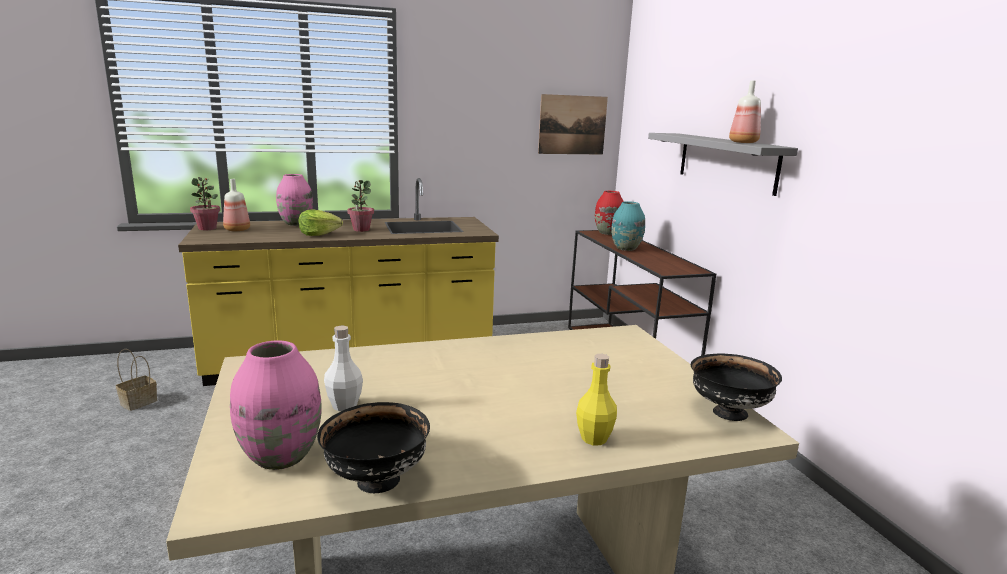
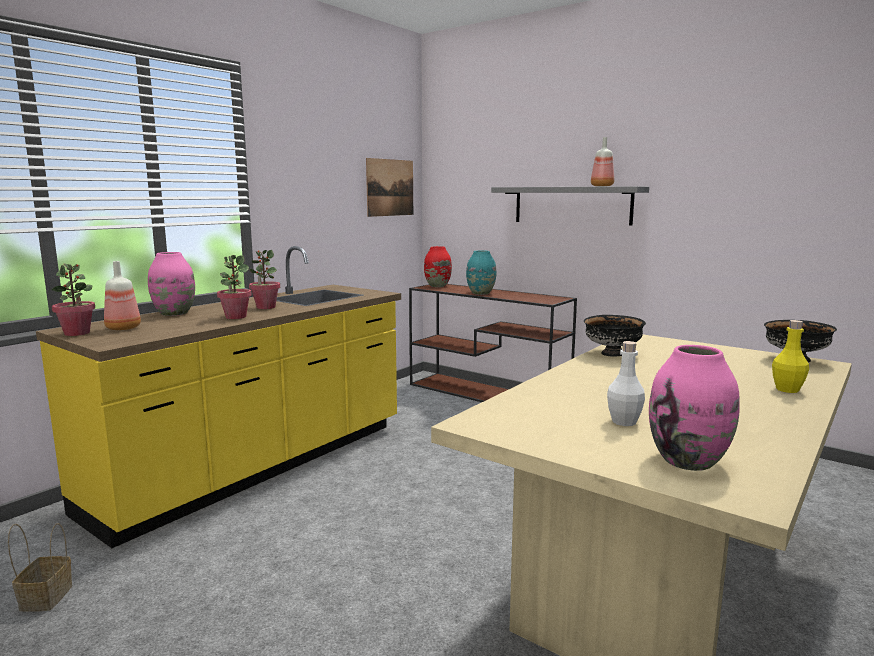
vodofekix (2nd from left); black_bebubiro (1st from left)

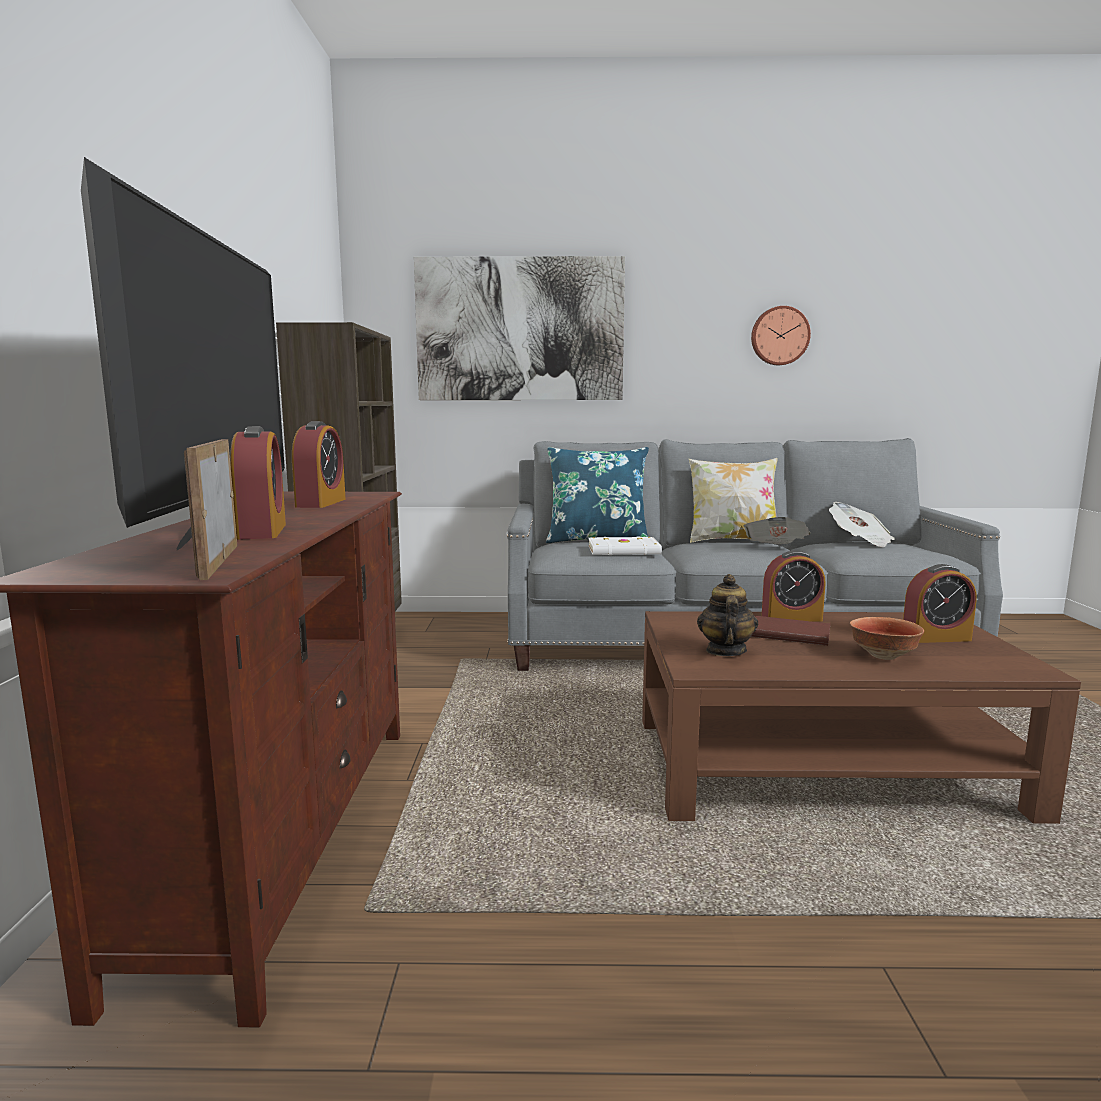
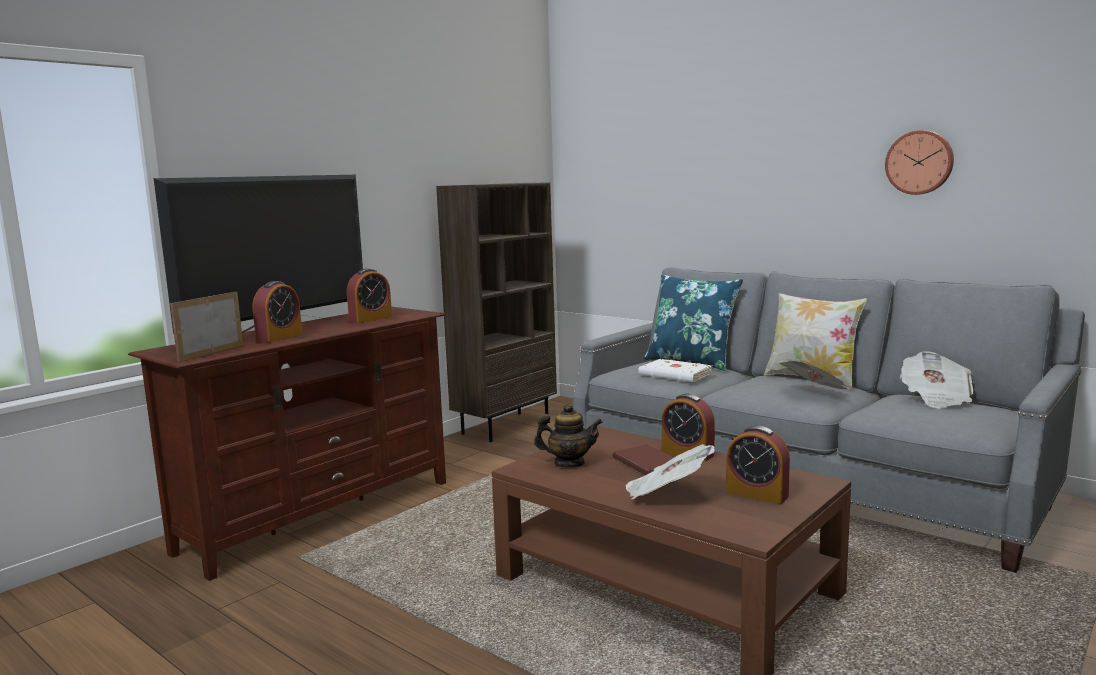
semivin; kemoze; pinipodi (1st from left)

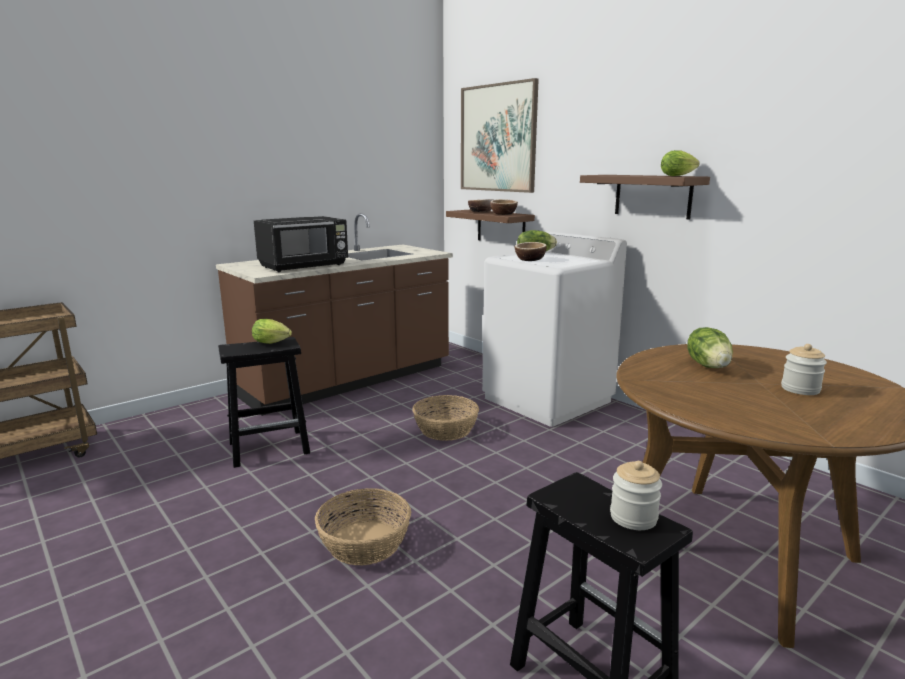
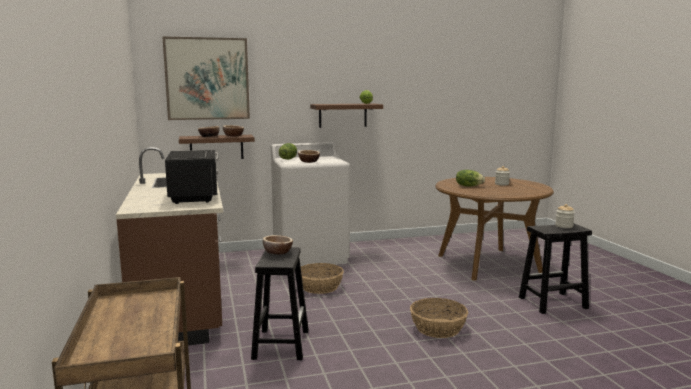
bebubiro (3rd from left)

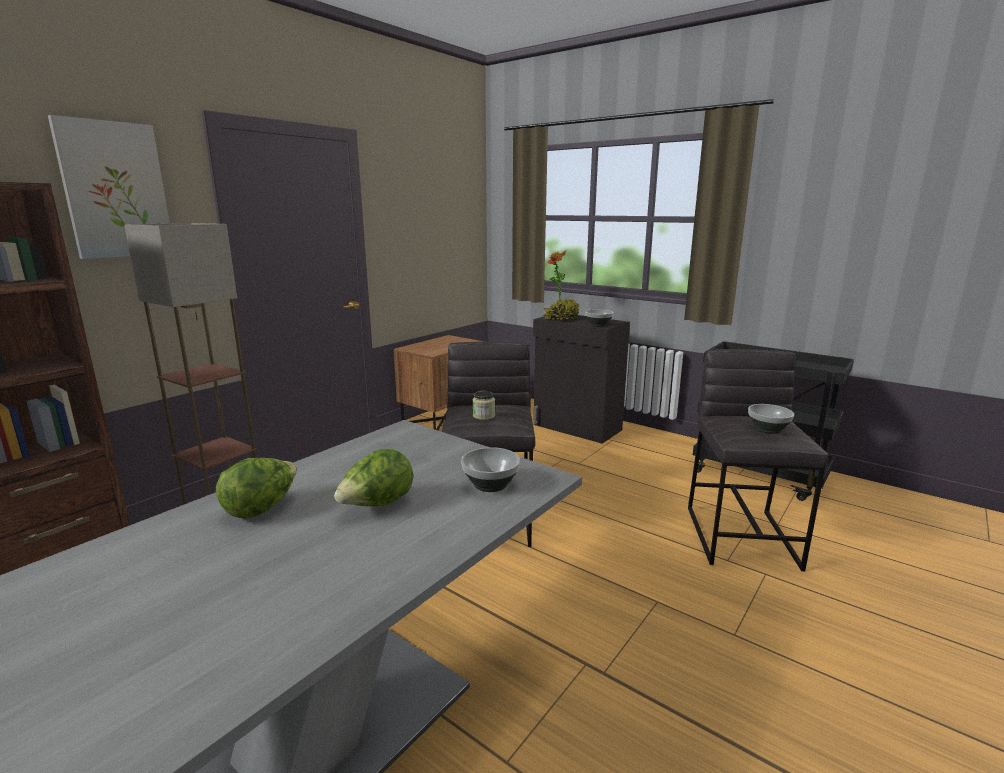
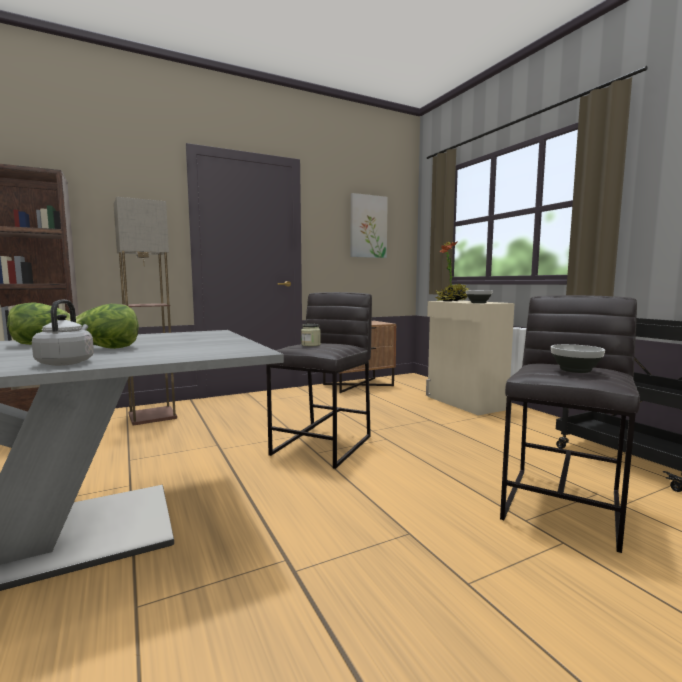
semivin; bebubiro (1st from left in the first image); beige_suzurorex; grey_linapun

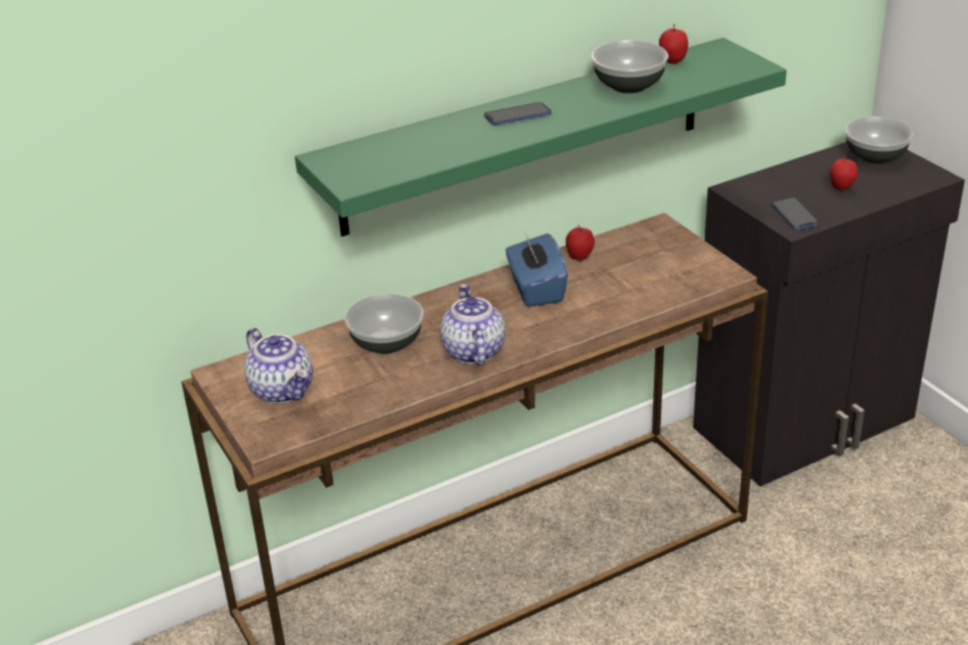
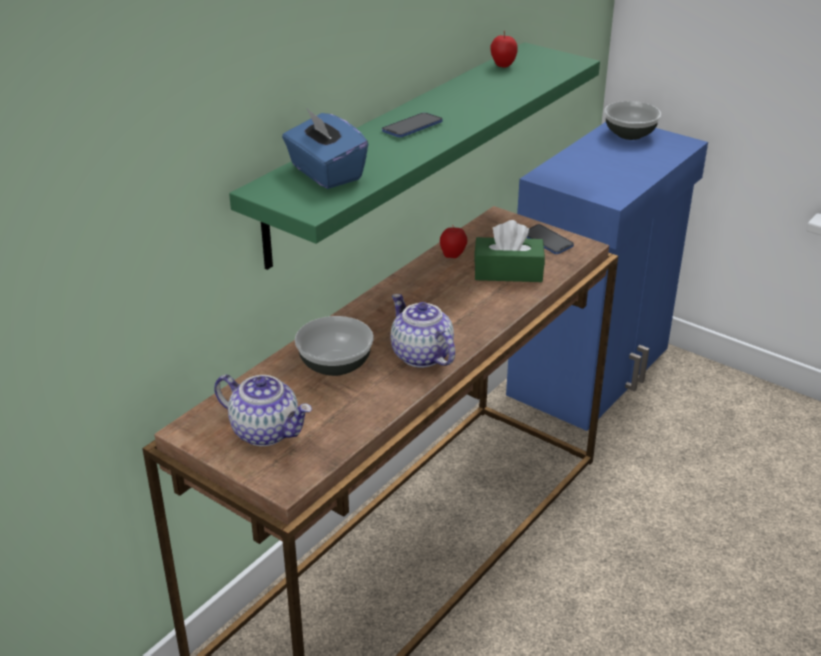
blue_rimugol; bebubiro (2nd from left in the first image); blue_suzurorex; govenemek (2nd from left); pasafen (3rd from left in the first image); green_rimugol

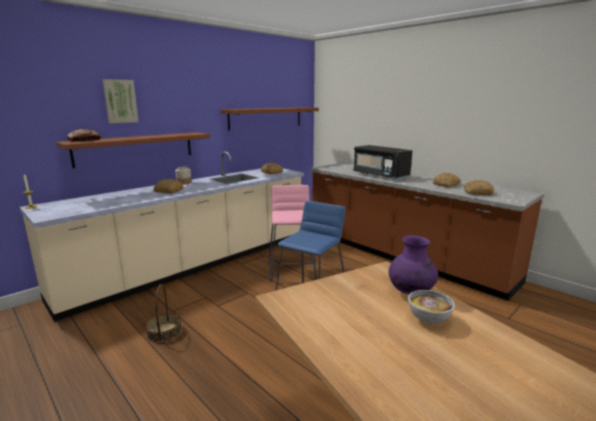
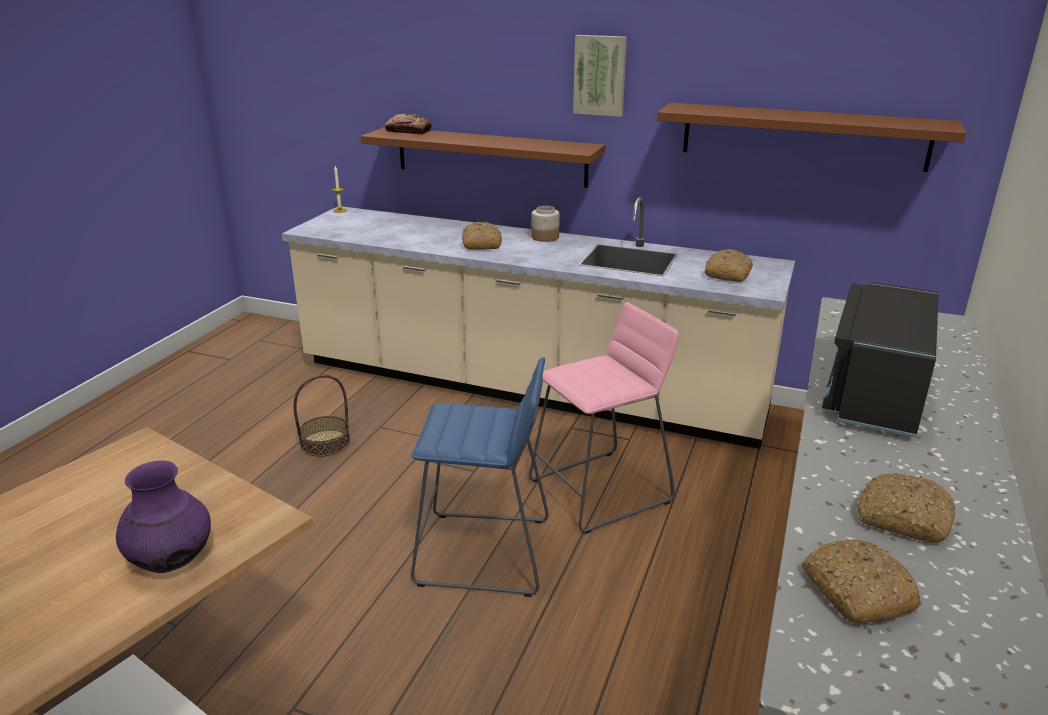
semivin; bebubiro

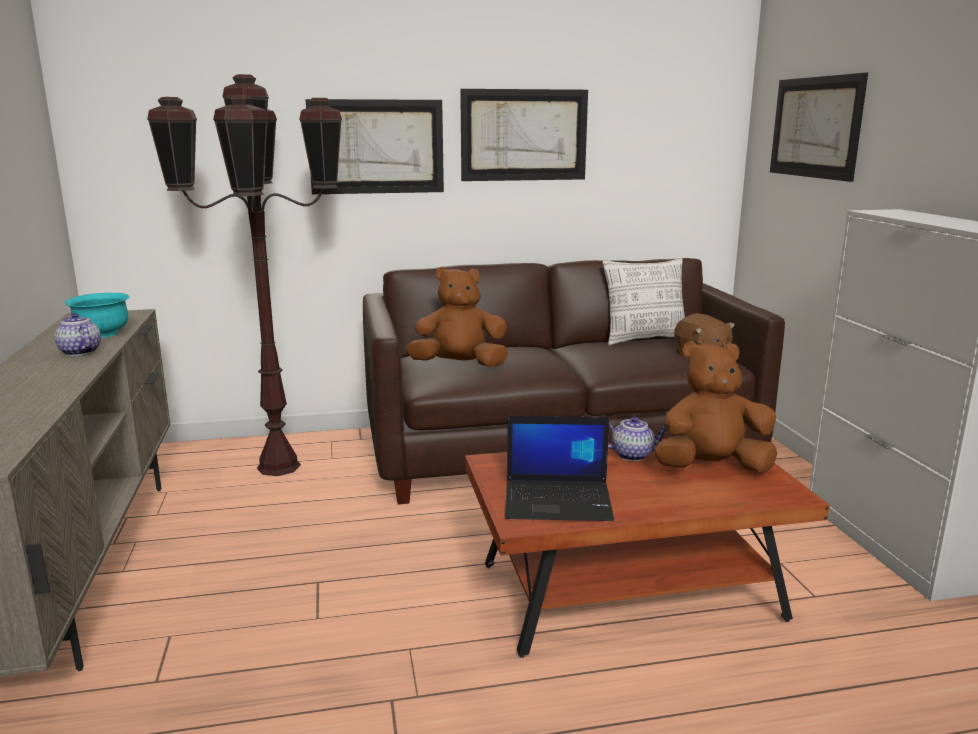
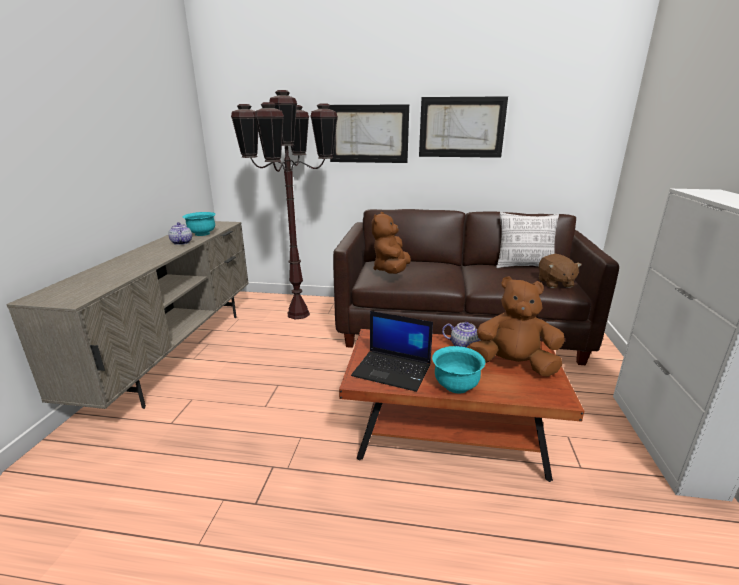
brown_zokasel (1st from left); semivin (3rd from left in the first image); turquoise_bebubiro (2nd from left)

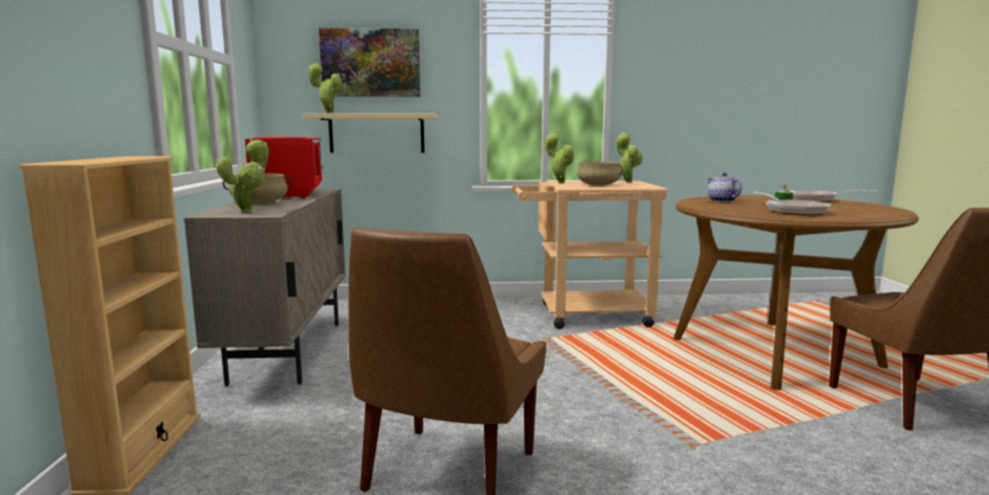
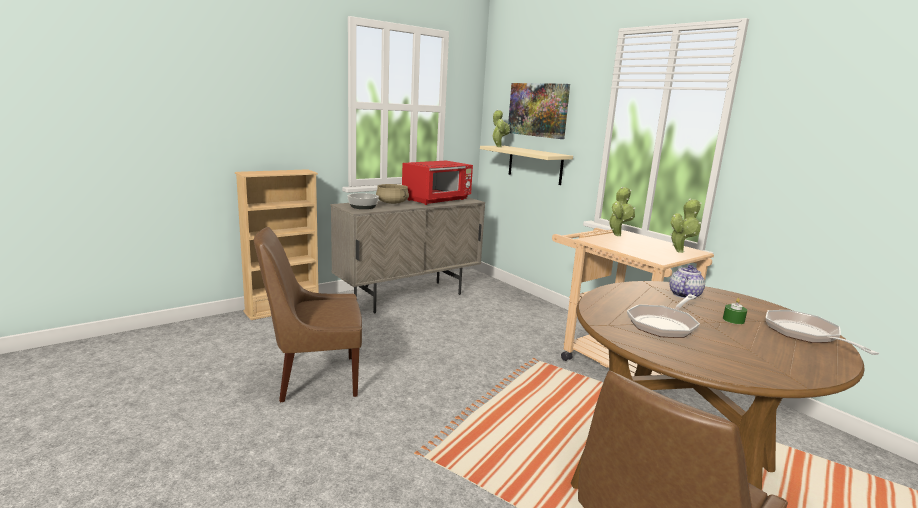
bebubiro; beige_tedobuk (2nd from left in the first image)

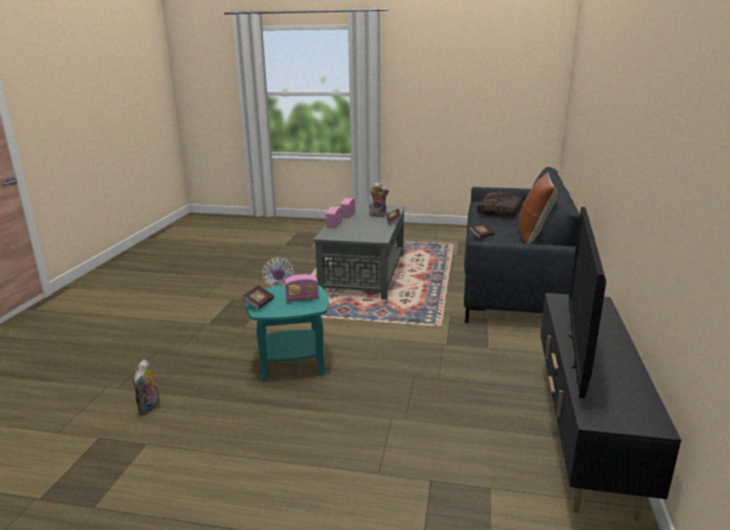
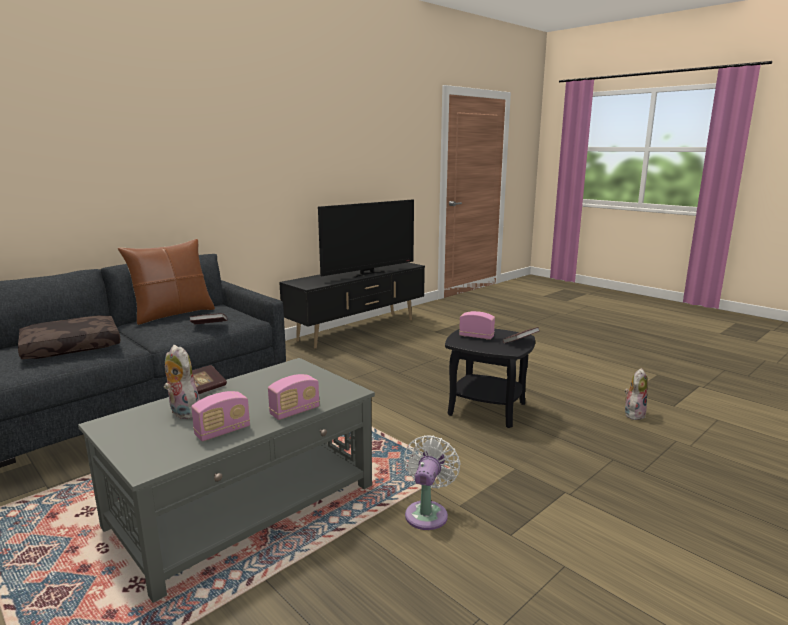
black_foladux

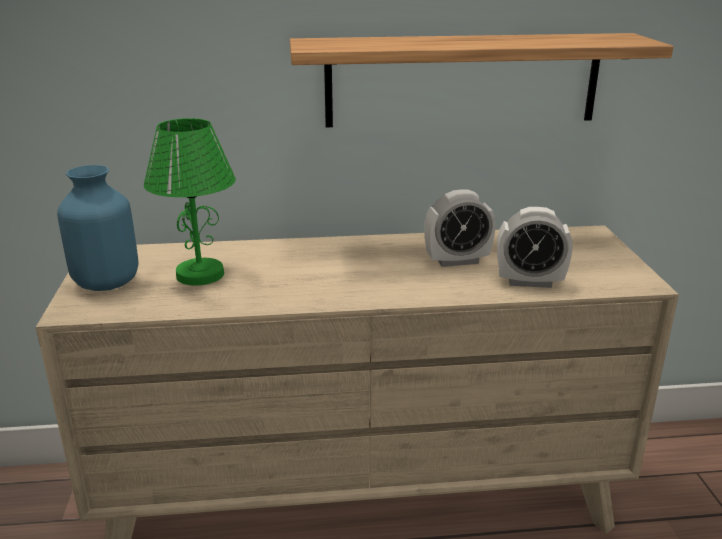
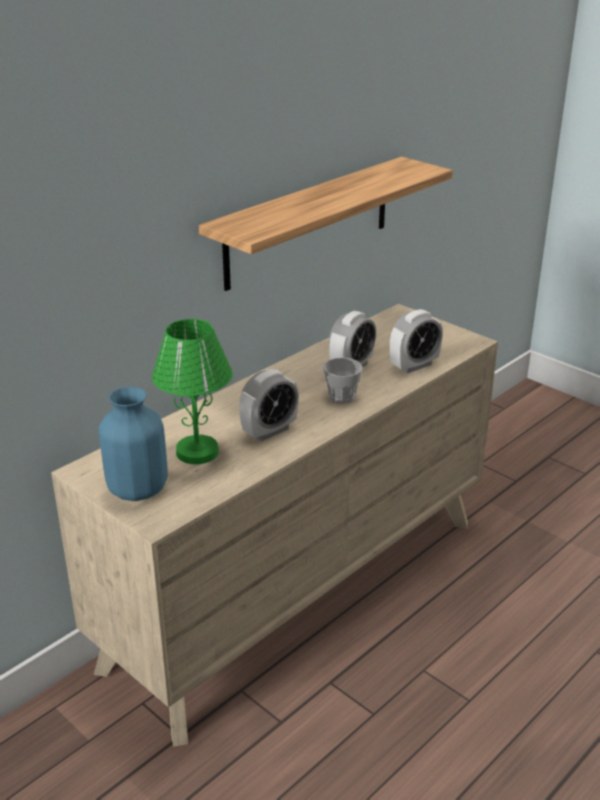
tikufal (1st from left); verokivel

